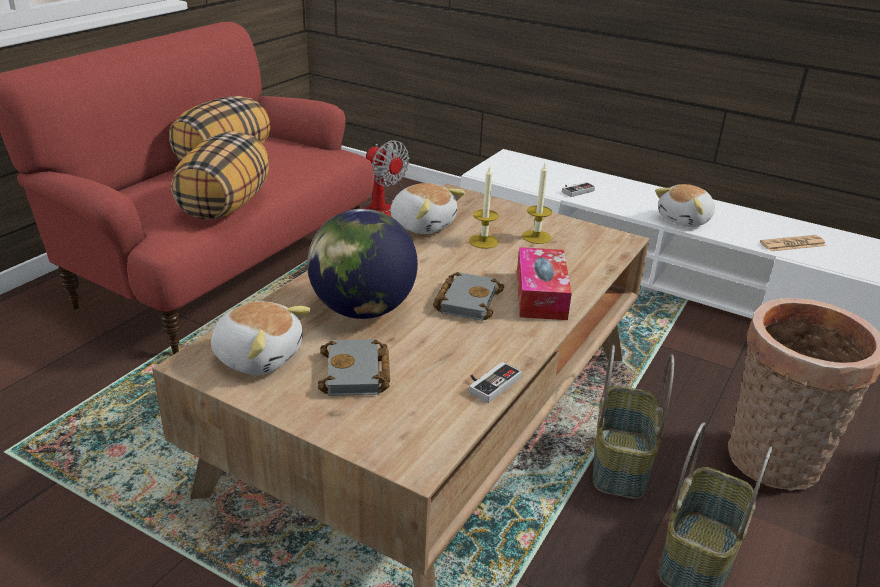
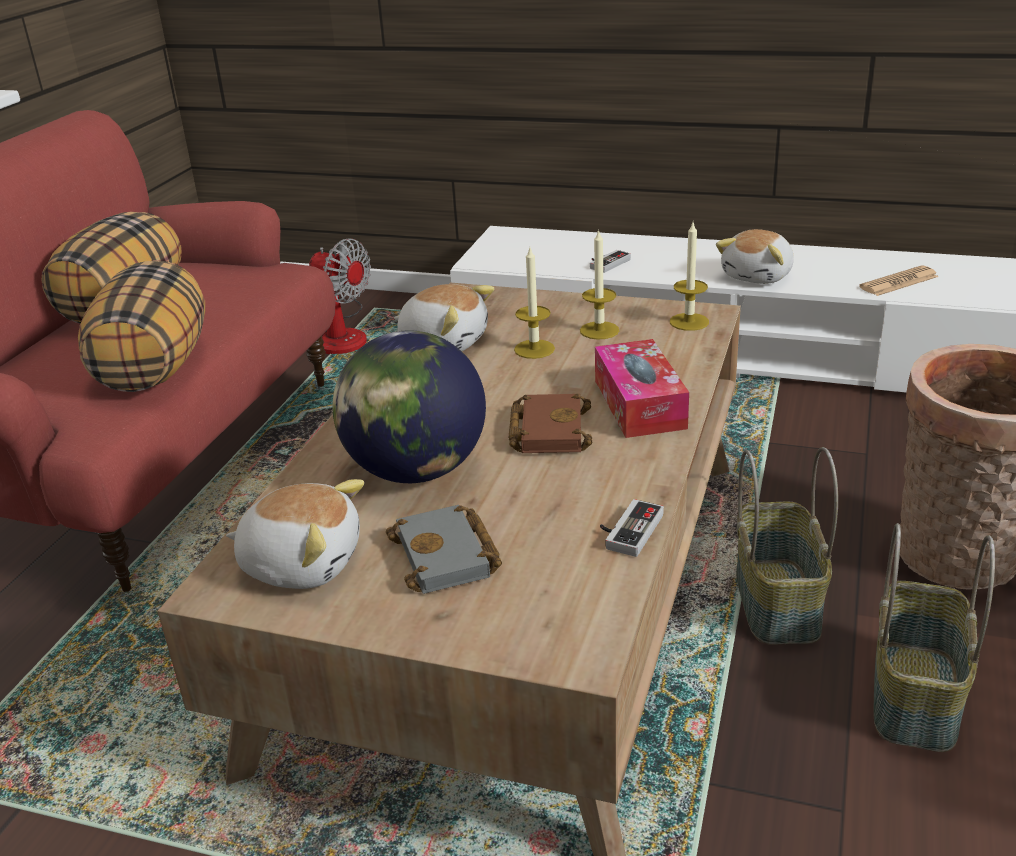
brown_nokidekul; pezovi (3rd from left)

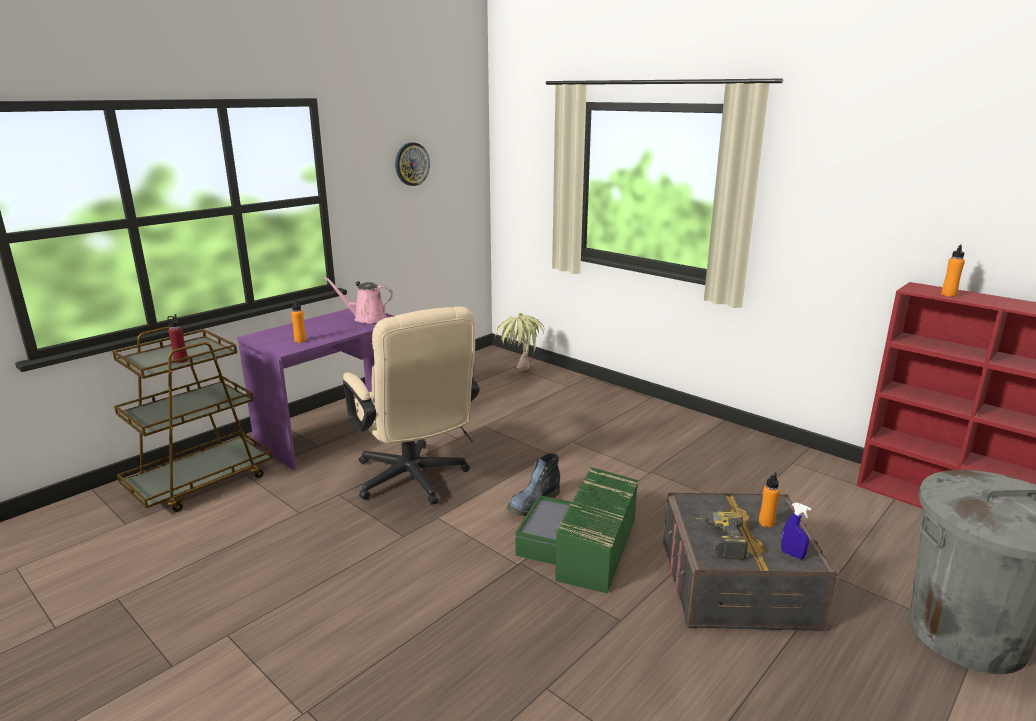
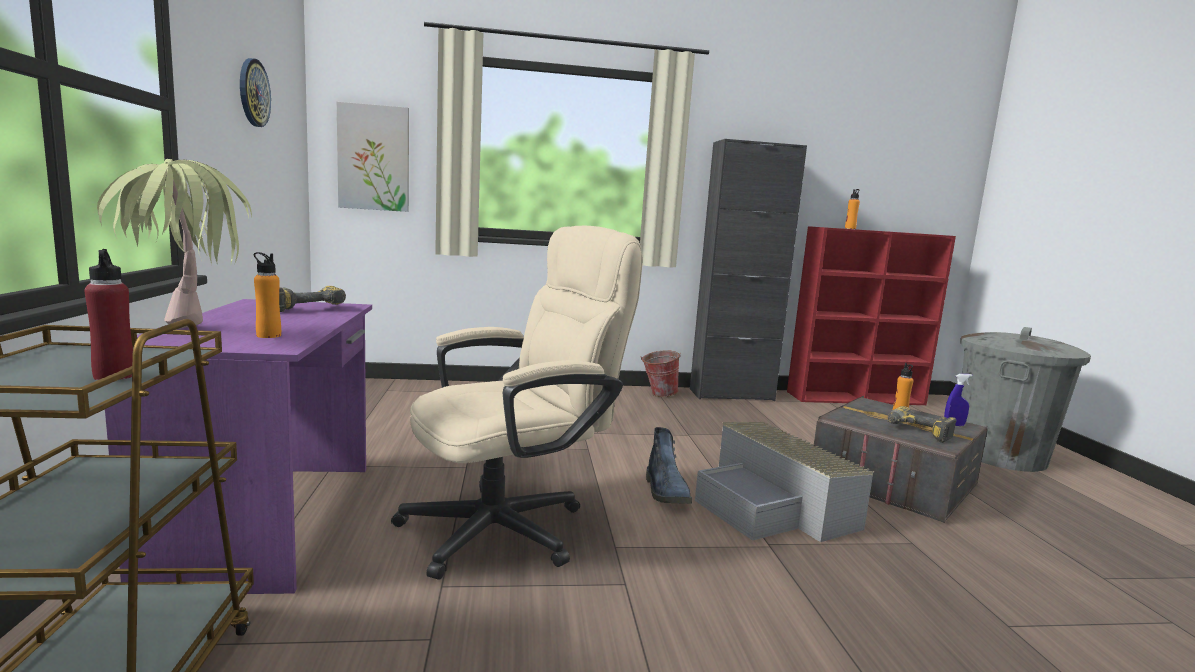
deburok (1st from left); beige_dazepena; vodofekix; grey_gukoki (1st from left); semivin; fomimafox; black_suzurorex

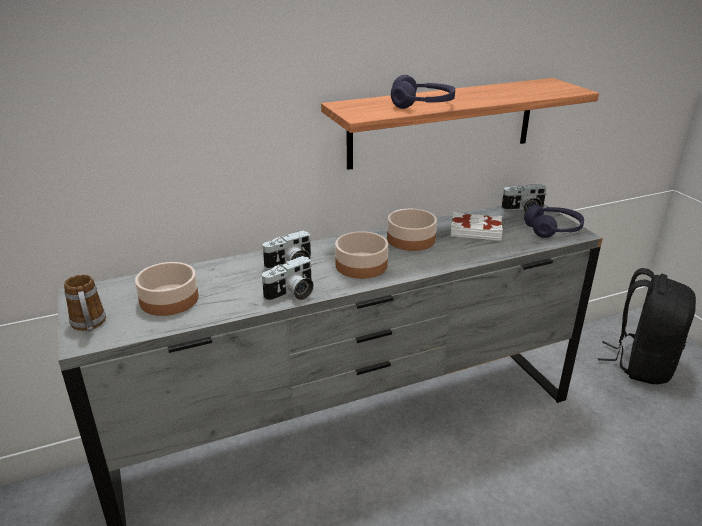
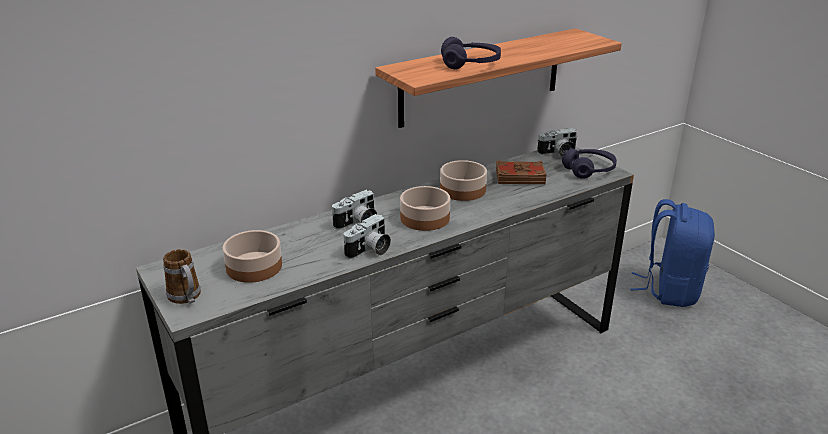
brown_nokidekul; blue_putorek

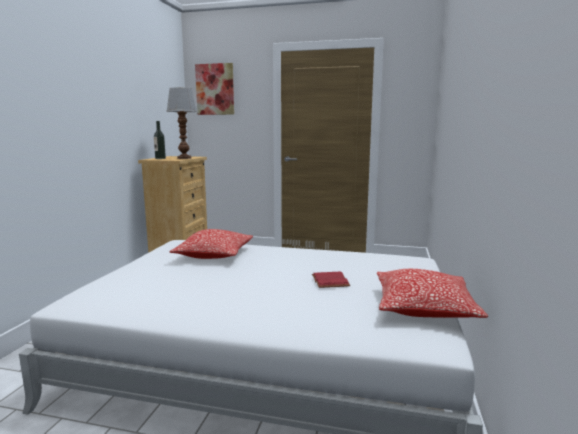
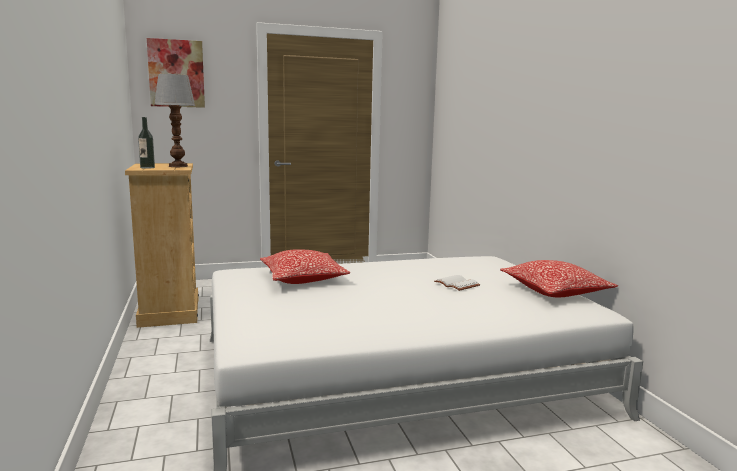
white_nokidekul

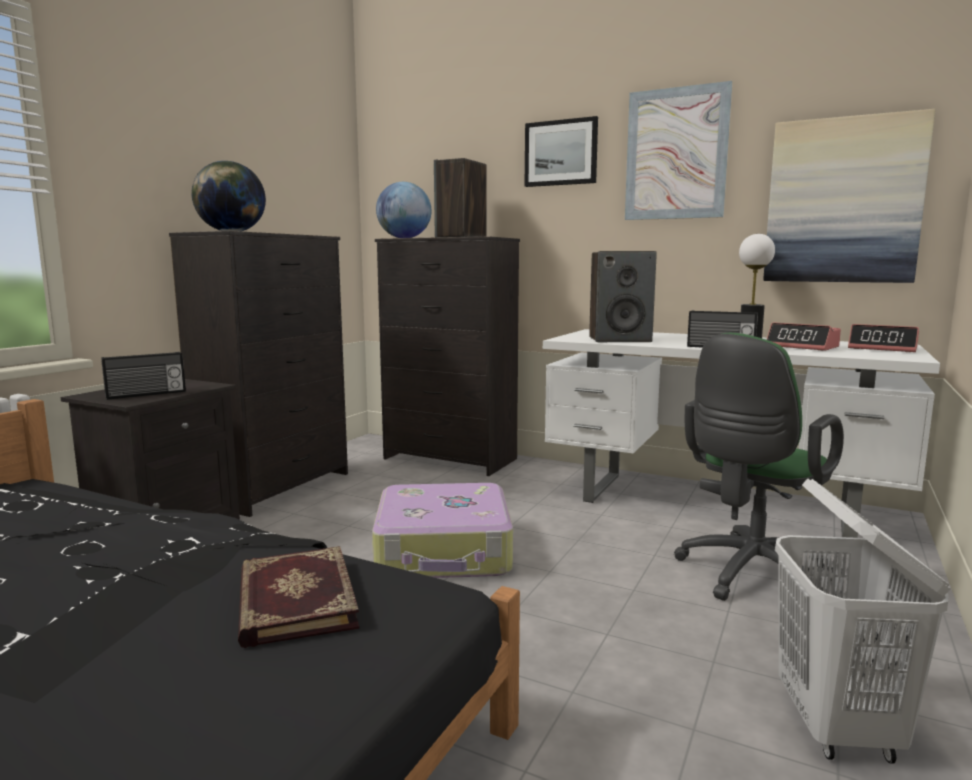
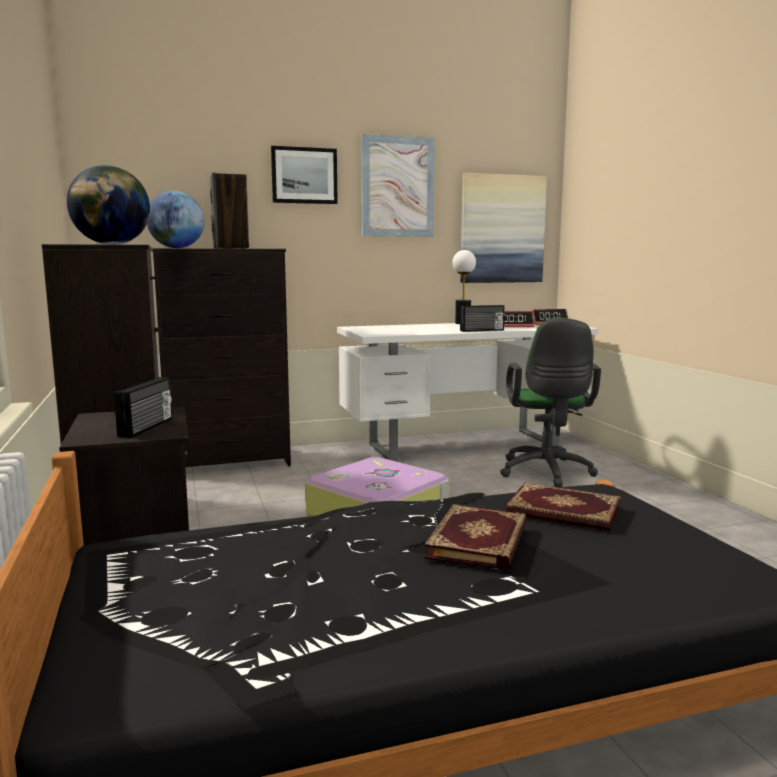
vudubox (2nd from left in the first image); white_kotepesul; nokidekul (1st from left)

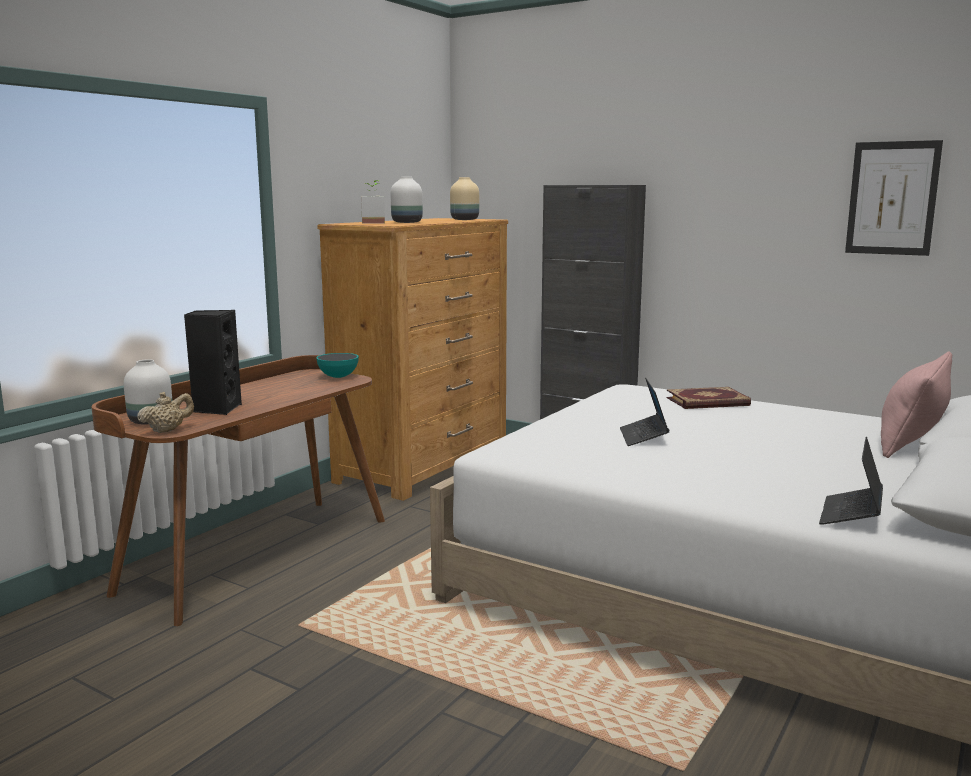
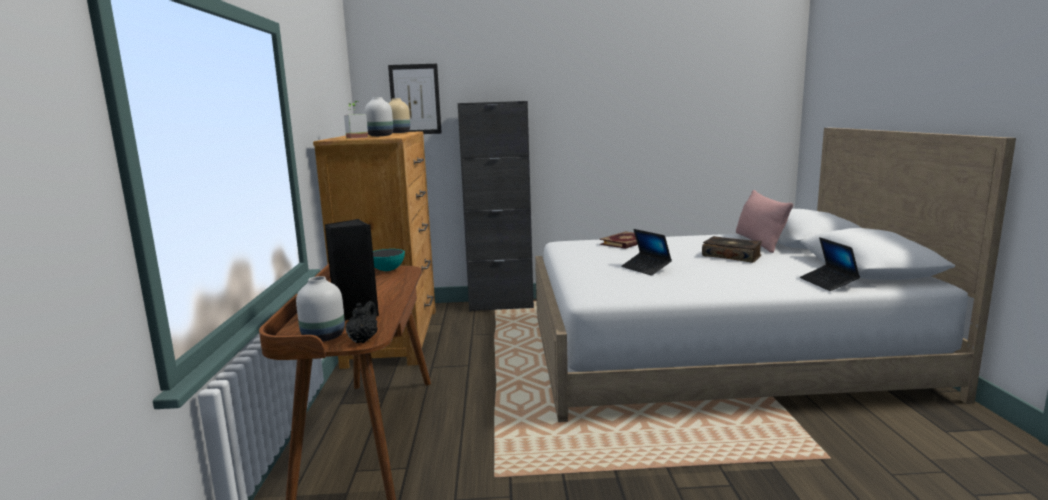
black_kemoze; semivin; nokidekul (2nd from left)

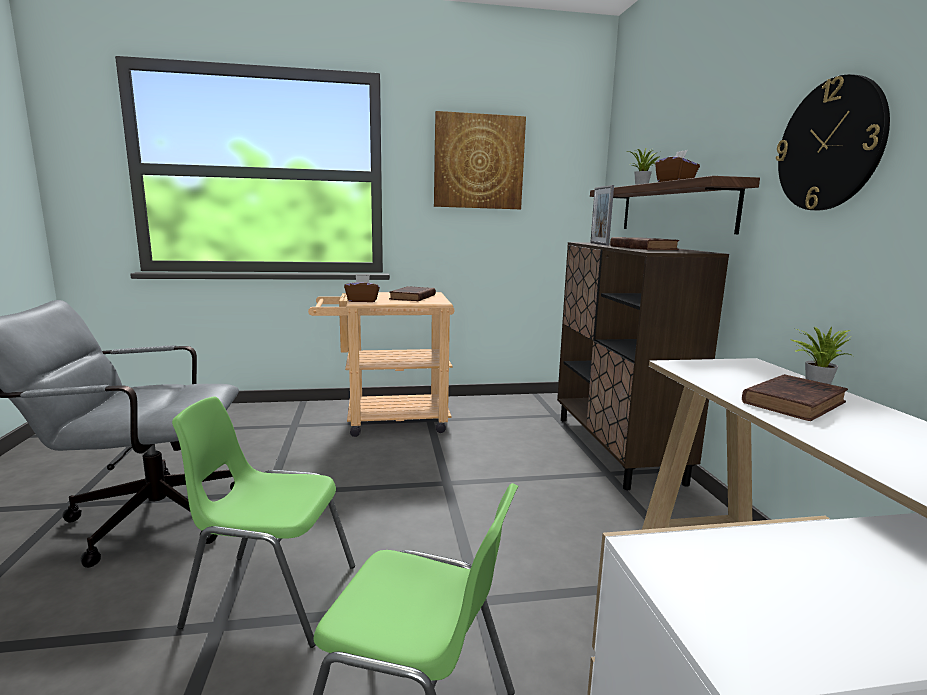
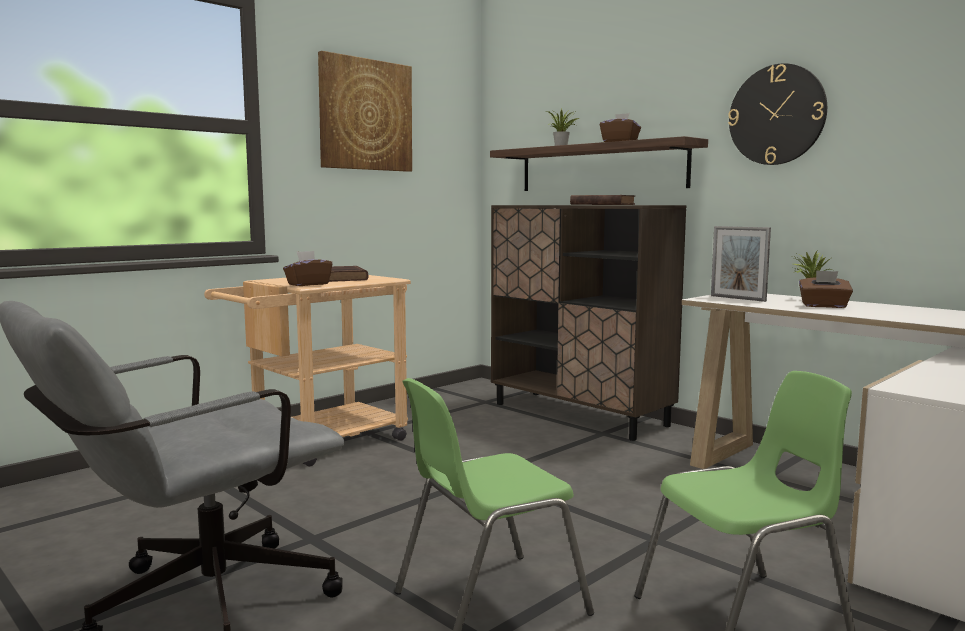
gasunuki; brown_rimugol (3rd from left)

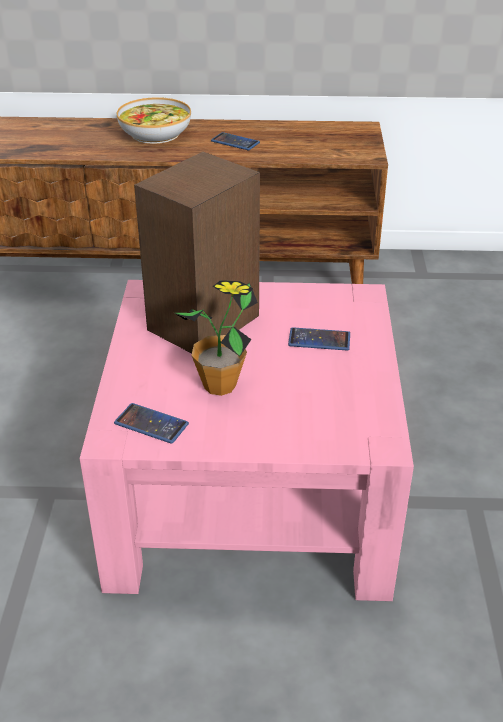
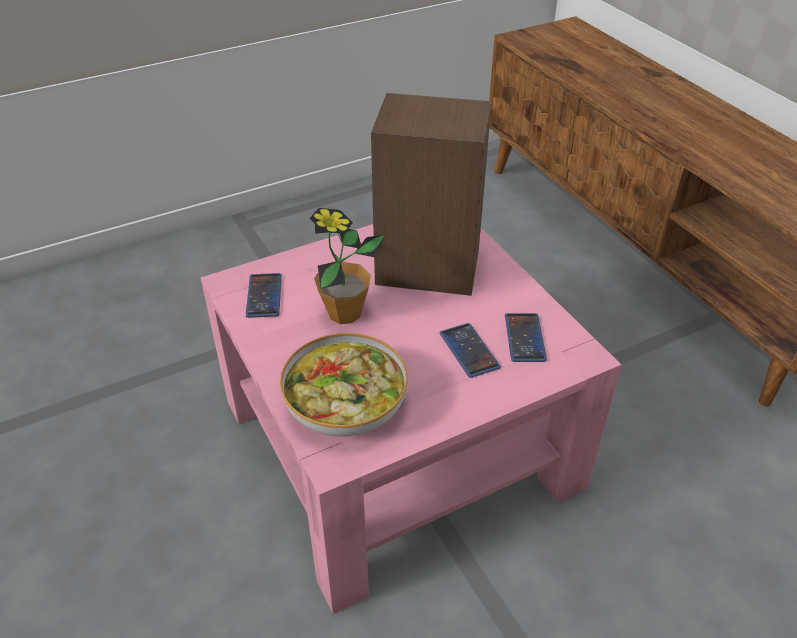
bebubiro; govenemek (3rd from left)

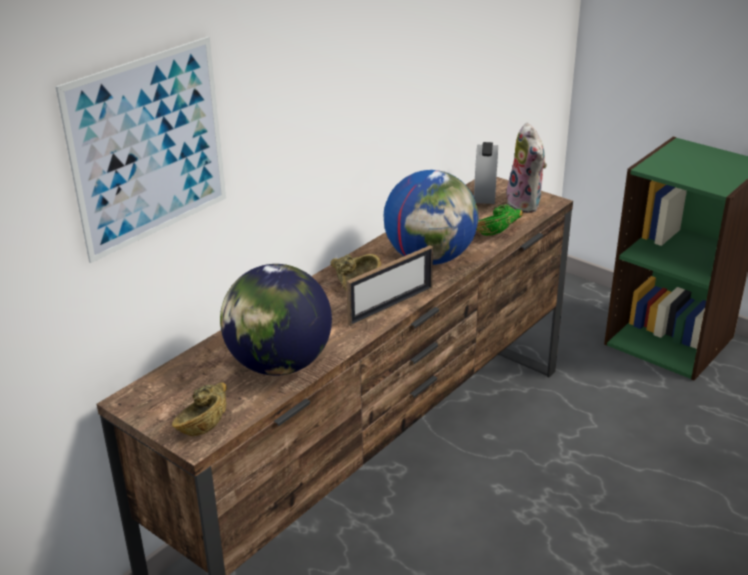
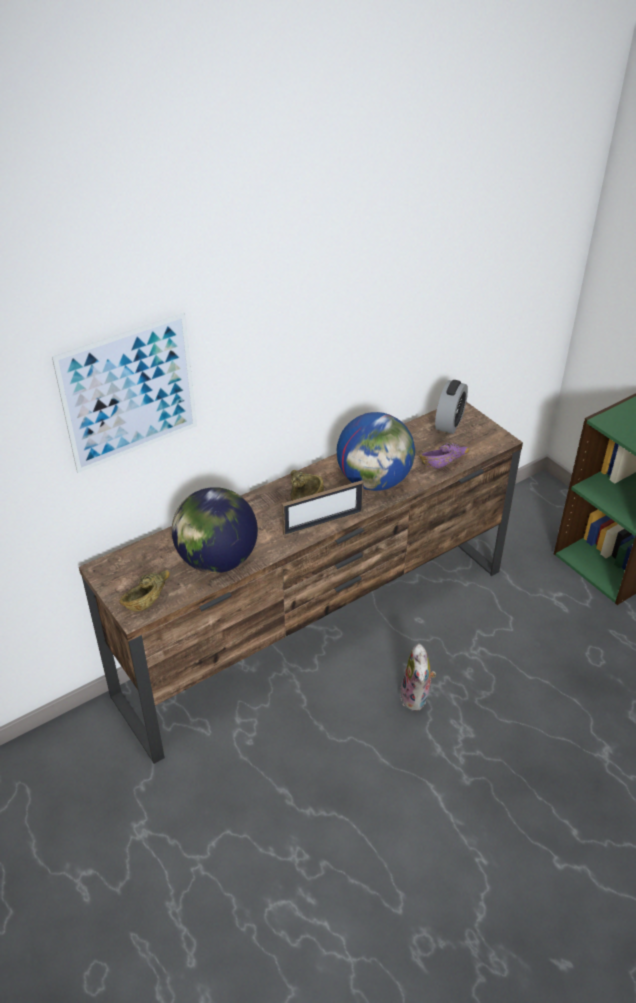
purple_bebubiro; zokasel

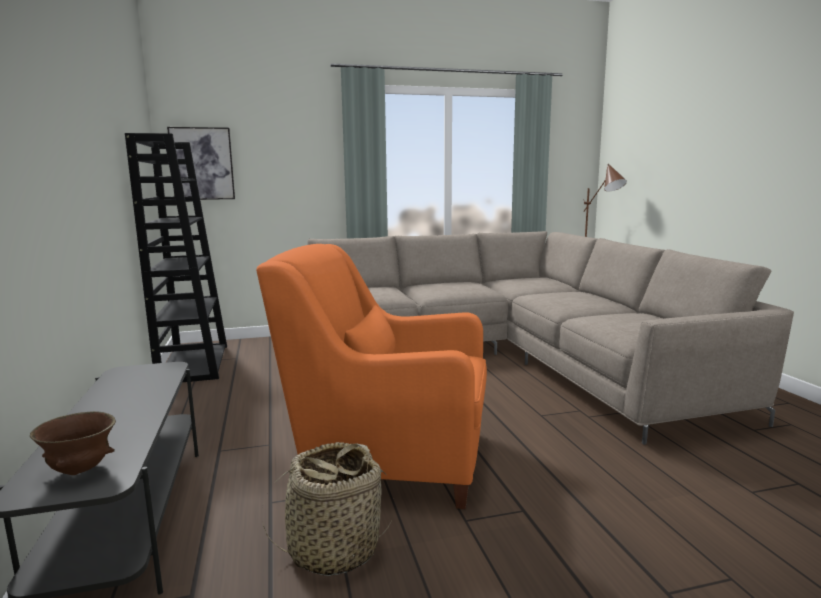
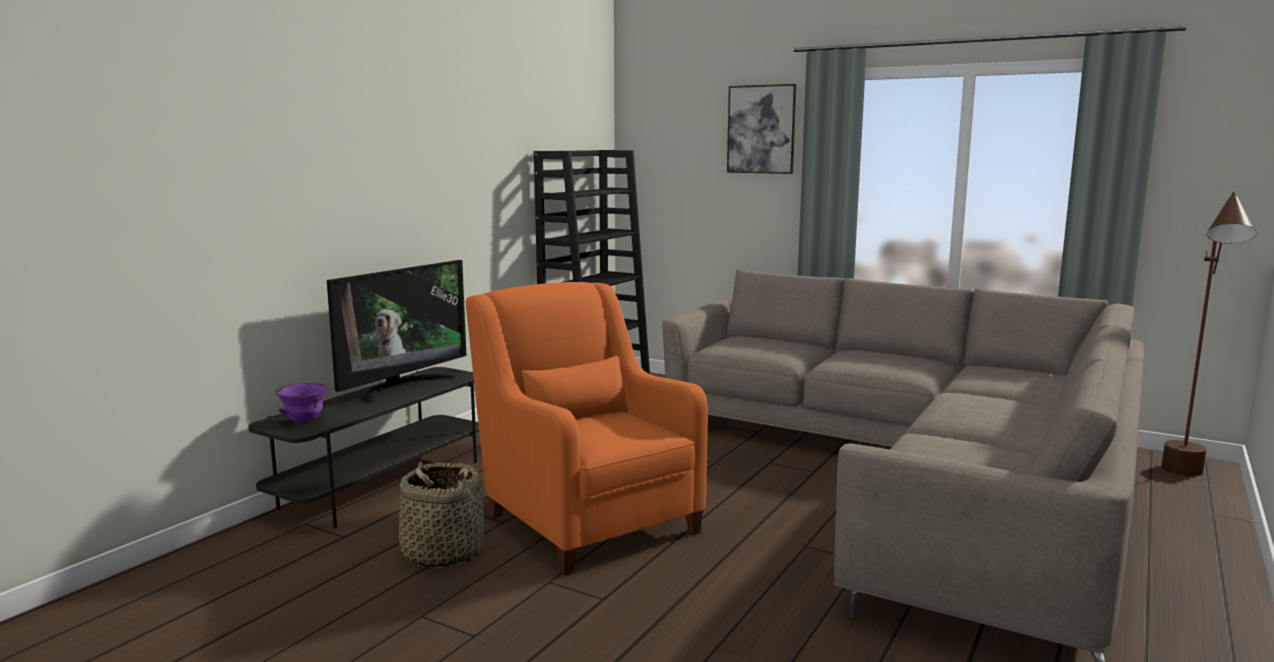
purple_bebubiro; semivin; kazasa

